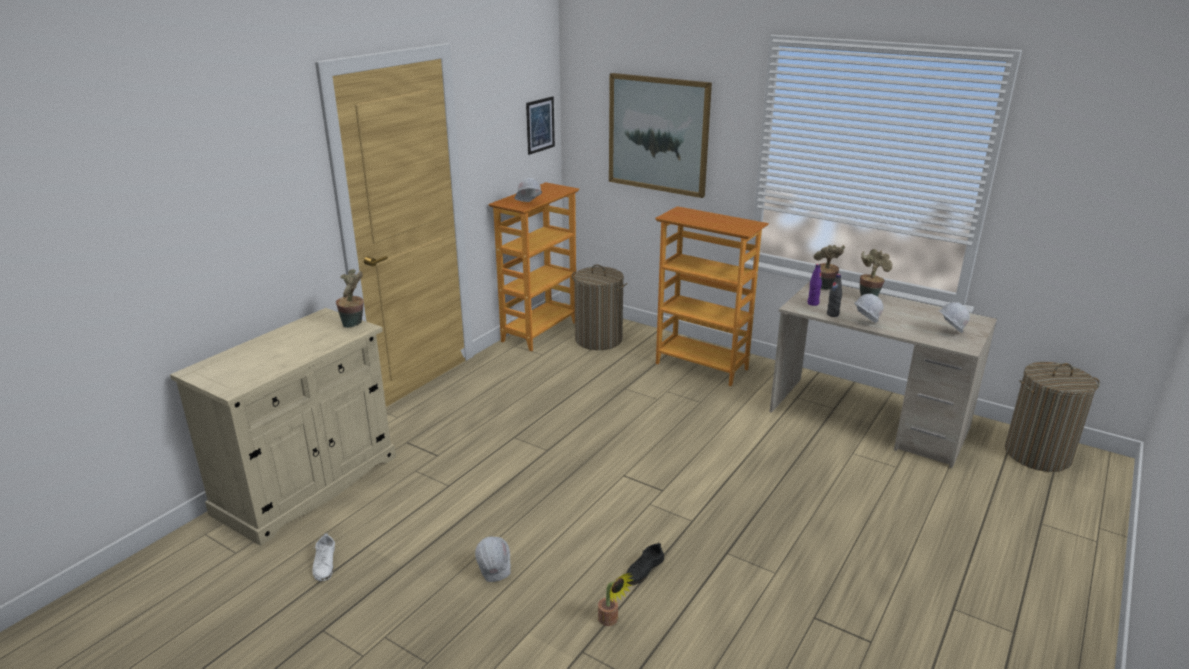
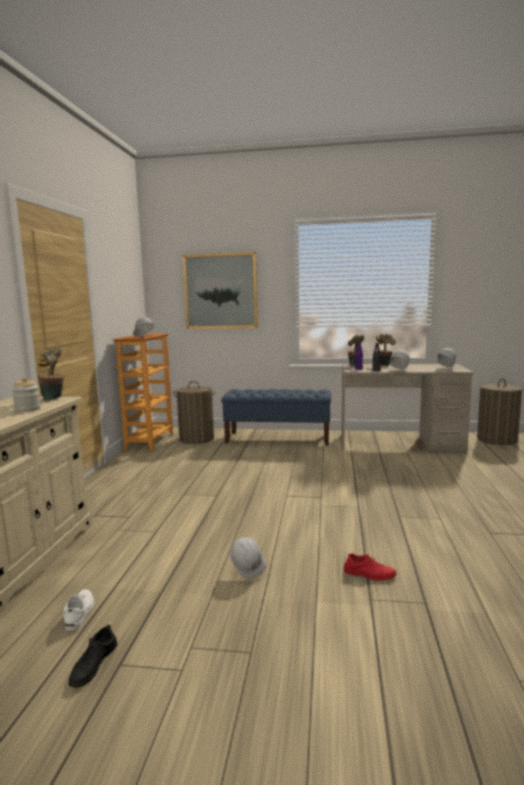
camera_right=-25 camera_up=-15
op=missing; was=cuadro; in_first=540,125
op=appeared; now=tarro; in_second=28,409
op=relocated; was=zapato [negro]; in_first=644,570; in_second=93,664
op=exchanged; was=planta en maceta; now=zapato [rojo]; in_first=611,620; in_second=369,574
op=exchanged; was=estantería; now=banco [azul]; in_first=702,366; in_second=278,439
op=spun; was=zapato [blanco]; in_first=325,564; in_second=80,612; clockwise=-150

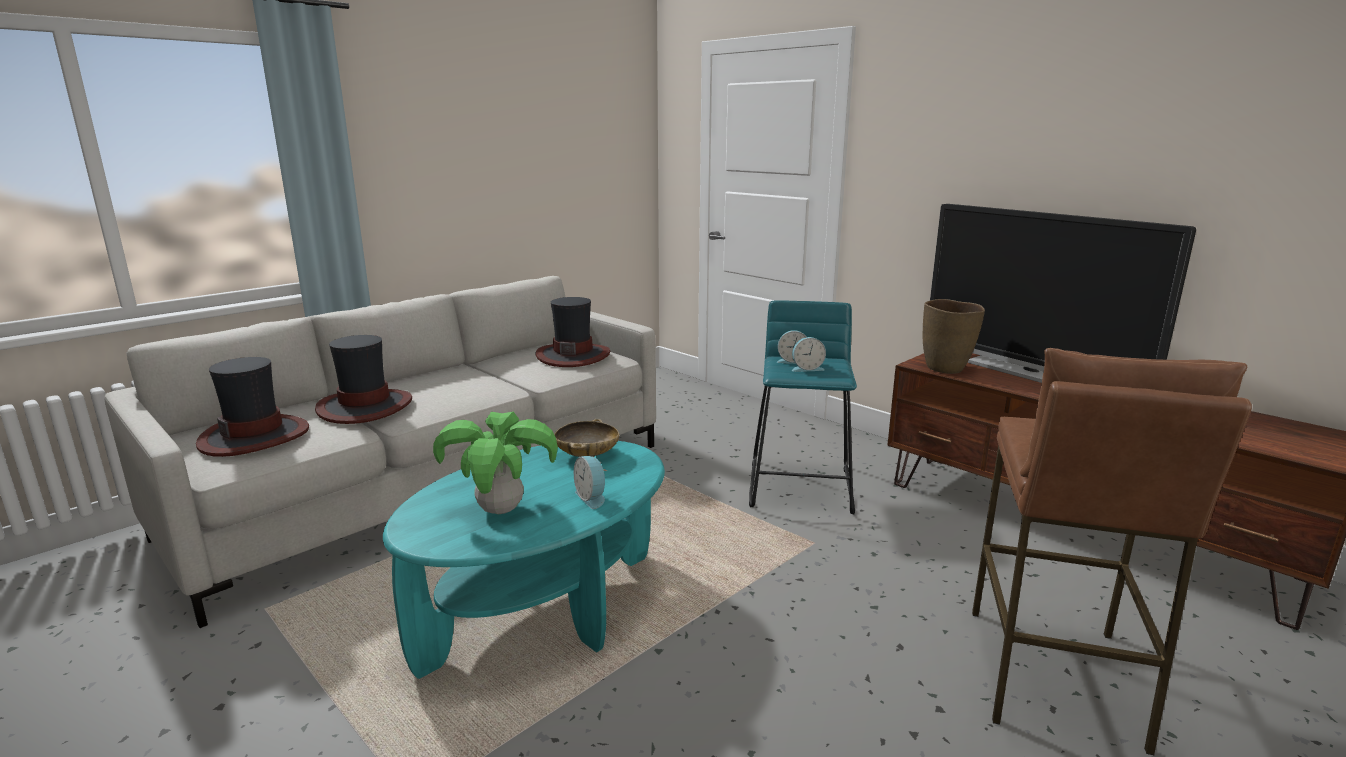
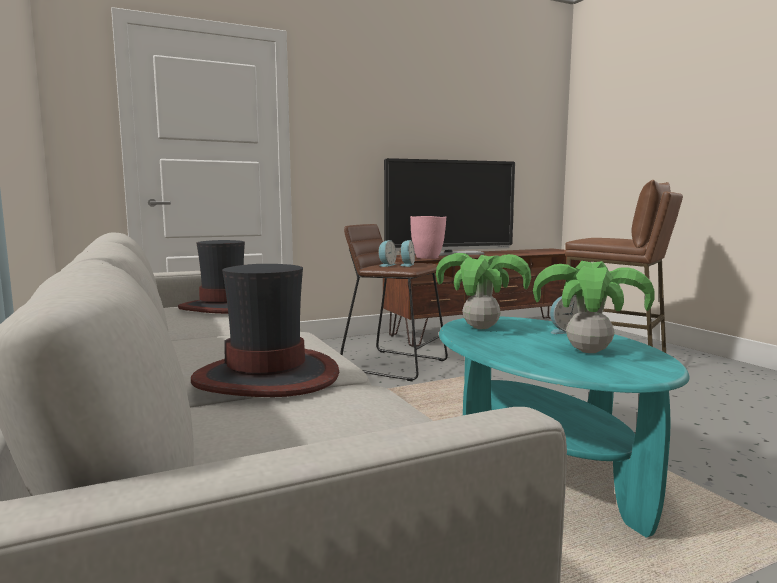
camera_right=-70 camera_up=-10
op=missing; was=sombrero; in_first=255,436
op=exchanged; was=cuenco [beis]; now=planta en maceta; in_first=587,455; in_second=481,327
op=colour; was=taburete [turquesa]; now=taburete [marrón]; in_first=801,487; in_second=395,364
op=colour; was=florero [marrón]; now=florero [rosa]; in_first=946,368; in_second=427,258

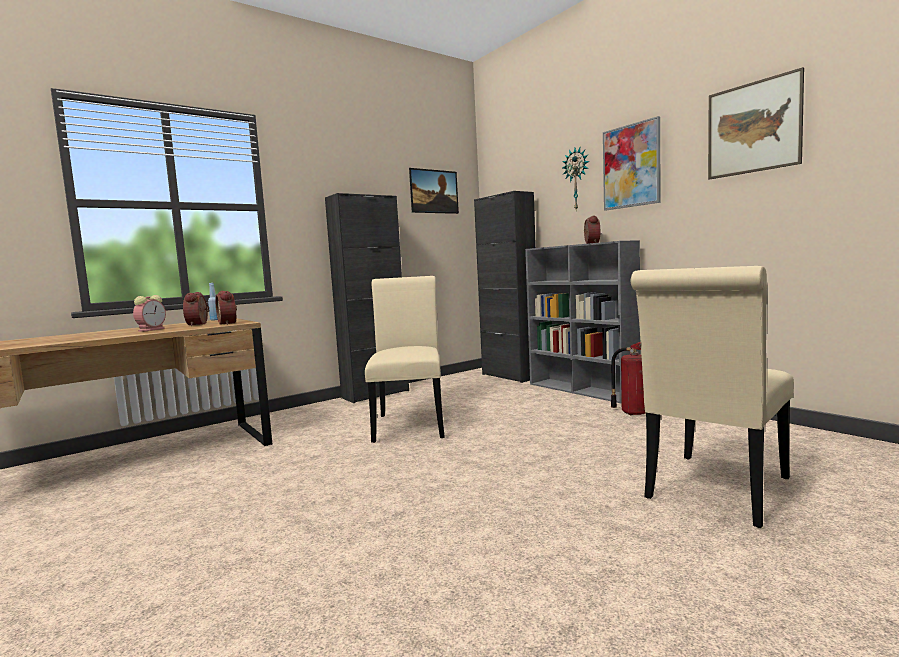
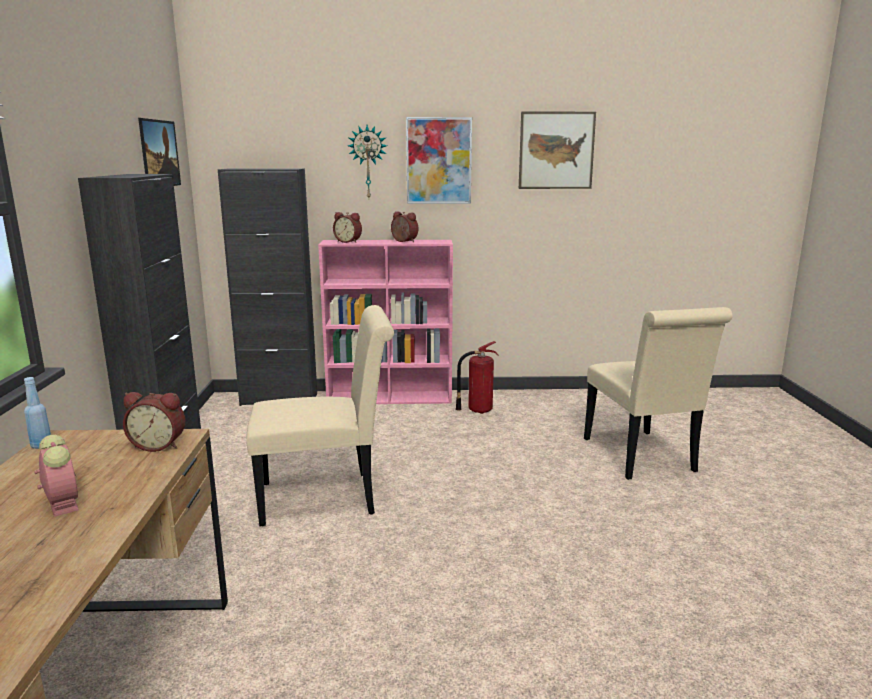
camera_right=-55 camera_up=10
op=relocated; was=despertador; in_first=199,324; in_second=348,241
op=colour; was=estantería [gris]; now=estantería [rosa]; in_first=582,390; in_second=391,398
op=spun; was=silla [beis]; in_first=410,424; in_second=327,497; clockwise=135

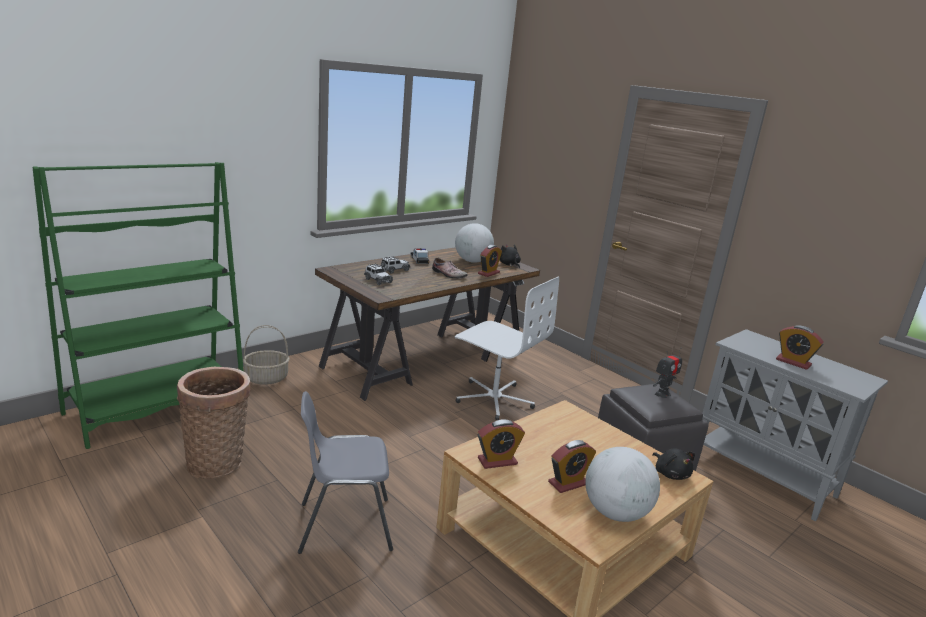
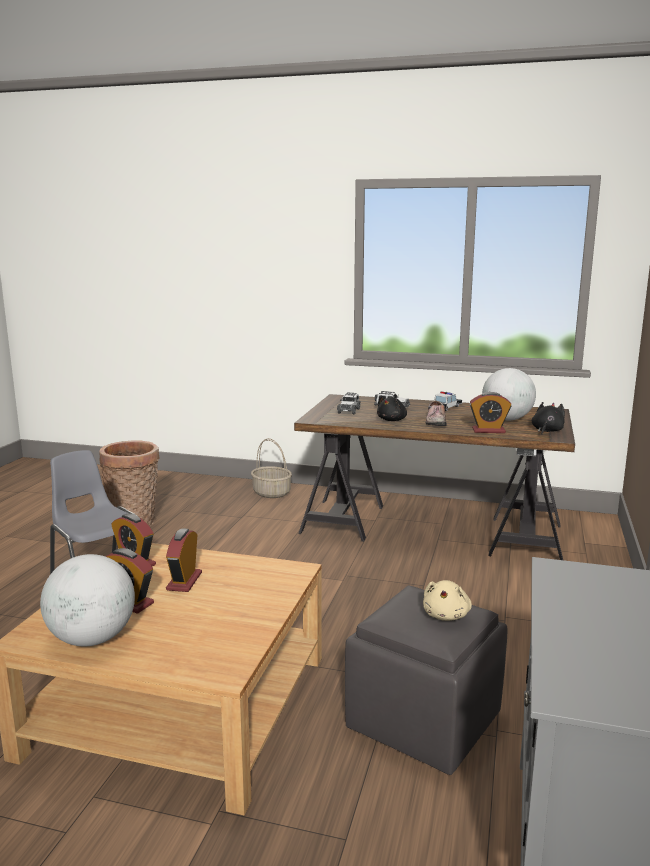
camera_right=60 camera_up=-5
op=missing; was=estantería [verde]; in_first=157,409
op=missing; was=silla de oficina [blanco]; in_first=494,399
op=relocated; was=peluche [negro]; in_first=671,473; in_second=392,420
op=relocated; was=despertador; in_first=793,362; in_second=184,581
op=exchanged; was=robot de juguete; now=peluche [beis]; in_first=662,394; in_second=446,615

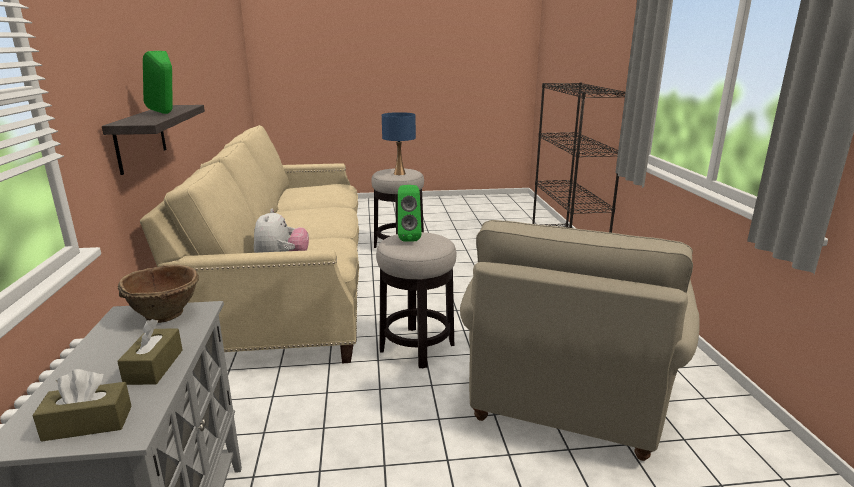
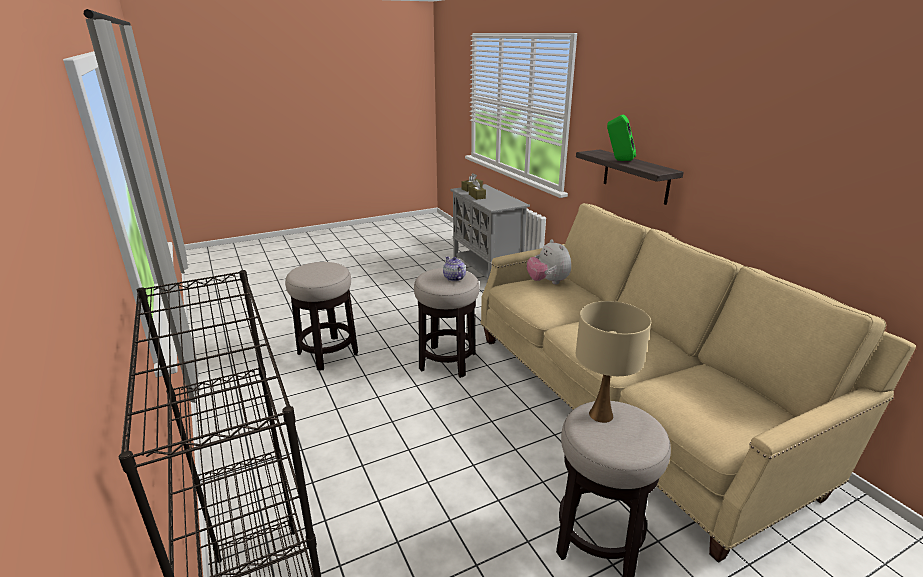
camera_right=160 camera_up=5
op=missing; was=cuenco [marrón]; in_first=165,314
op=exchanged; was=altavoz [verde]; now=tetera; in_first=409,238; in_second=454,278
op=exchanged; was=sillón [beis]; now=taburete; in_first=569,389; in_second=328,353
op=colour; was=lámpara de mesa [azul]; now=lámpara de mesa [beis]; in_first=399,173; in_second=601,414

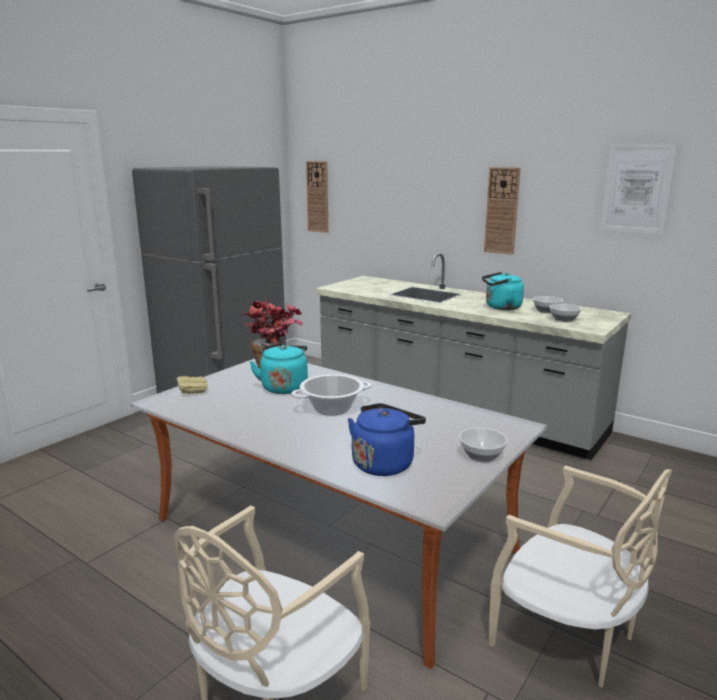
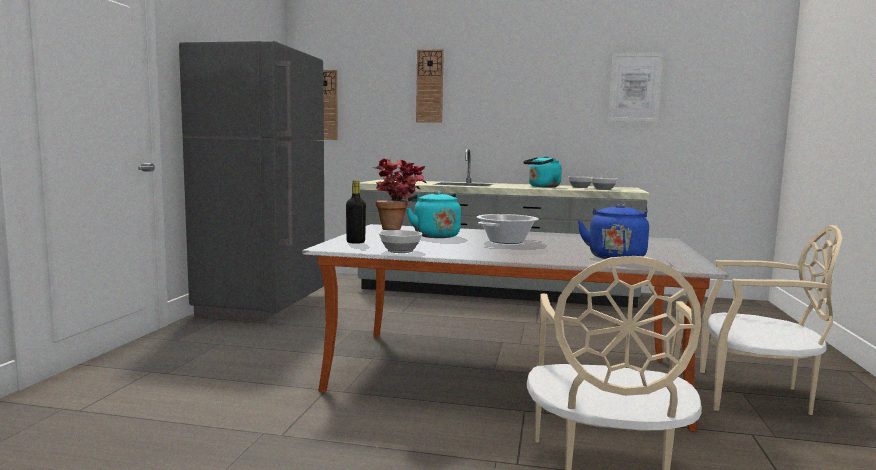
camera_right=-25 camera_up=-10
op=relocated; was=cuenco; in_first=482,456; in_second=401,251
op=relocated; was=reloj de pared; in_first=502,211; in_second=429,86
op=exchanged; was=pan; now=botella [negro]; in_first=192,394; in_second=355,242

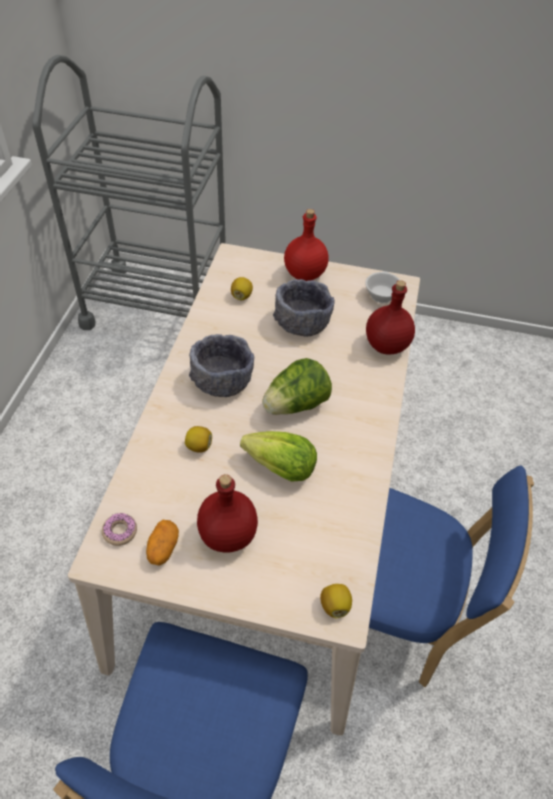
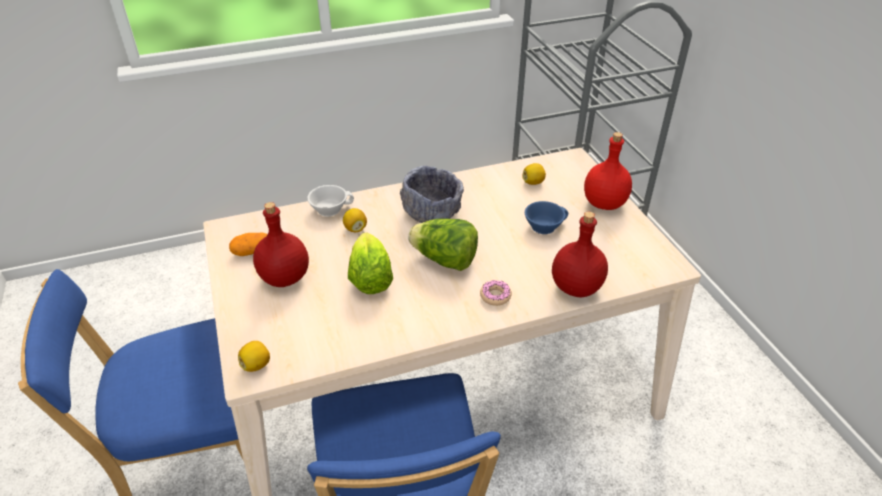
camera_right=60 camera_up=-10
op=relocated; was=rosquilla; in_first=120,531; in_second=495,296
op=relocated; was=taza [blanco]; in_first=380,295; in_second=330,208
op=exchanged; was=cuenco [gris]; now=taza [azul]; in_first=302,322; in_second=543,225

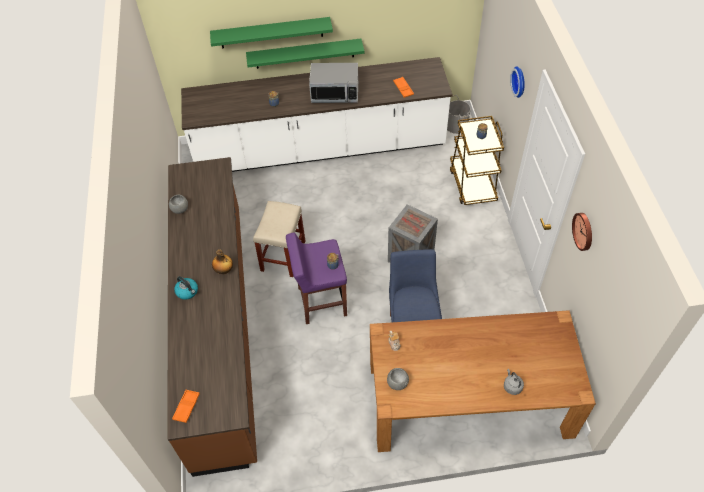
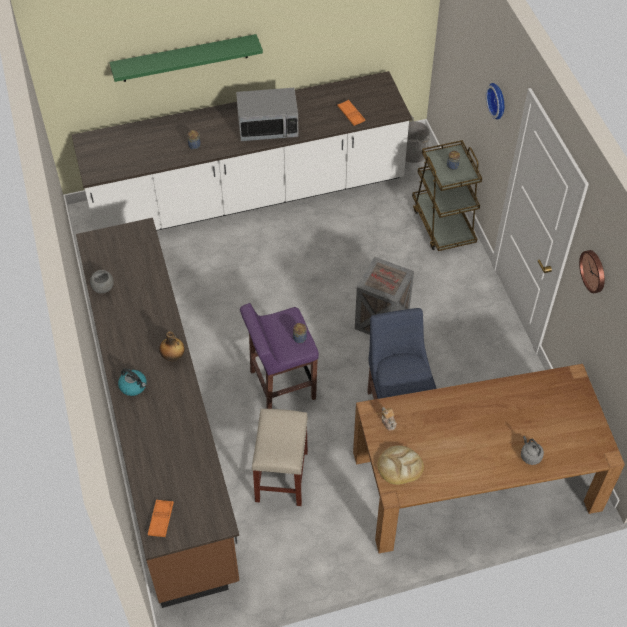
camera_right=-10 camera_up=0
op=missing; was=estante [verde]; in_first=304,53
op=relocated; was=taburete [beis]; in_first=283,255; in_second=281,475
op=exchanged; was=cuenco [gris]; now=pan; in_first=397,383; in_second=399,466

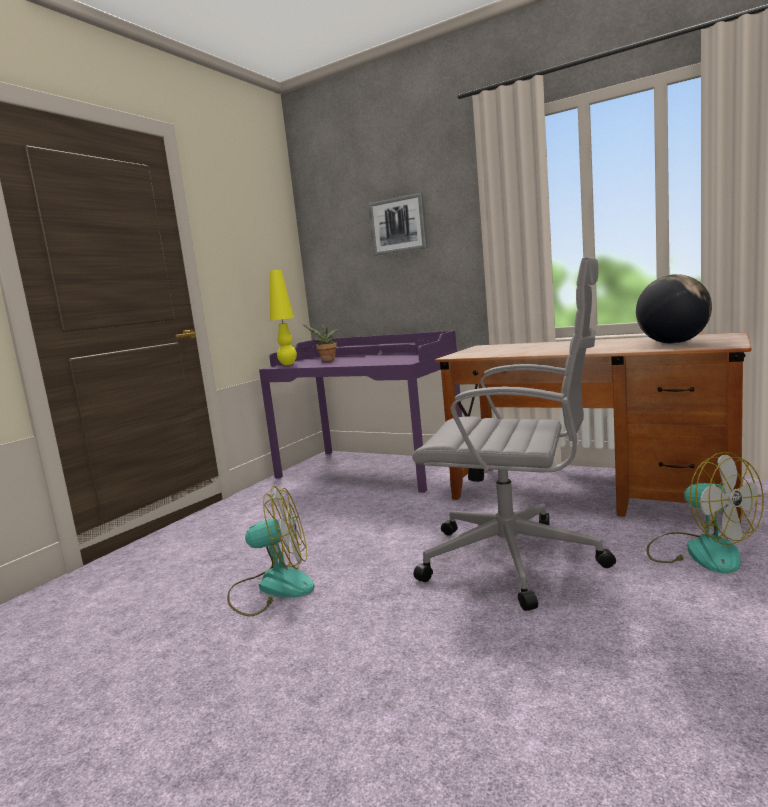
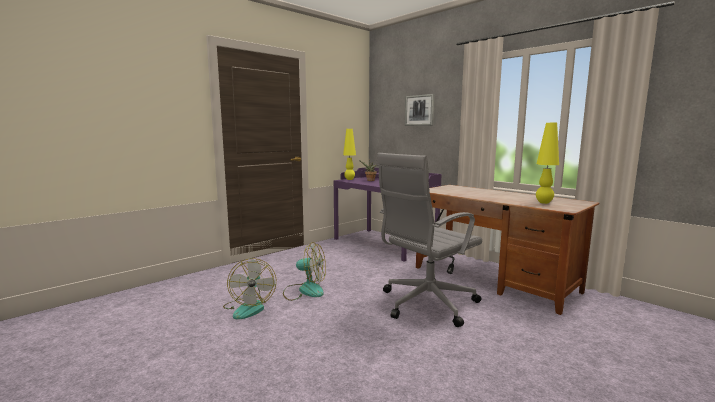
camera_right=15 camera_up=0
op=relocated; was=ventilador; in_first=700,551; in_second=249,307
op=exchanged; was=globo terráqueo; now=lámpara de mesa [amarillo]; in_first=673,343; in_second=544,202
op=spun; was=silla de oficina [gris]; in_first=517,560; in_second=425,304; clockwise=105

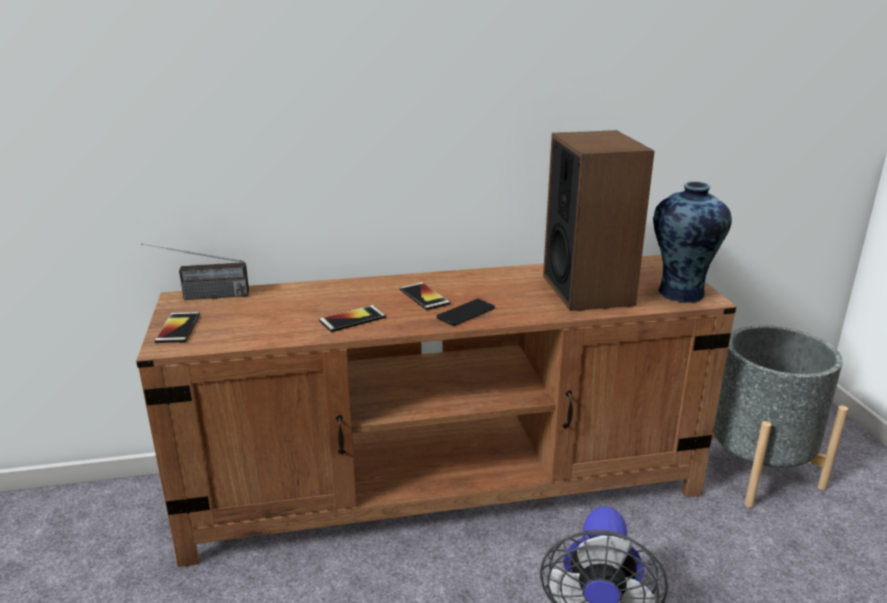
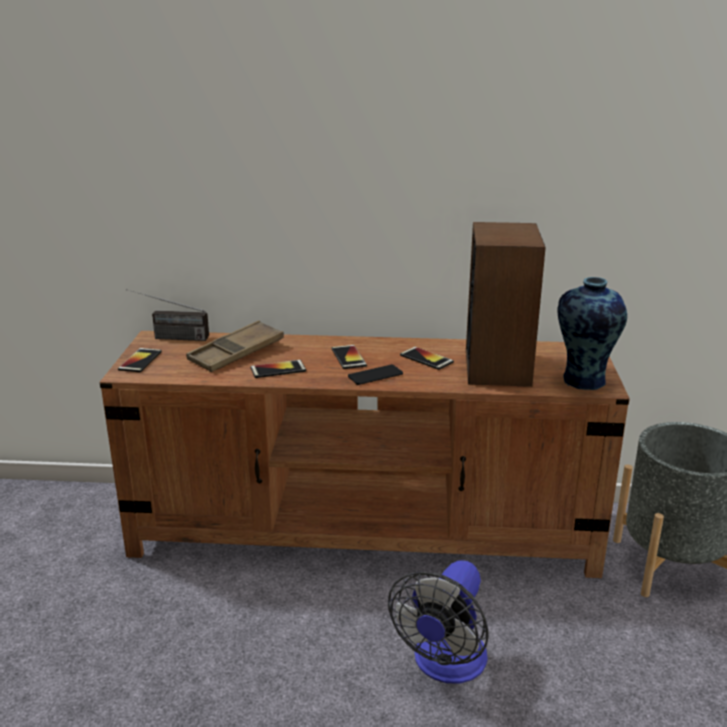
camera_right=15 camera_up=0
op=appeared; now=bandeja [marrón]; in_second=236,353
op=appeared; now=móvil; in_second=426,359

